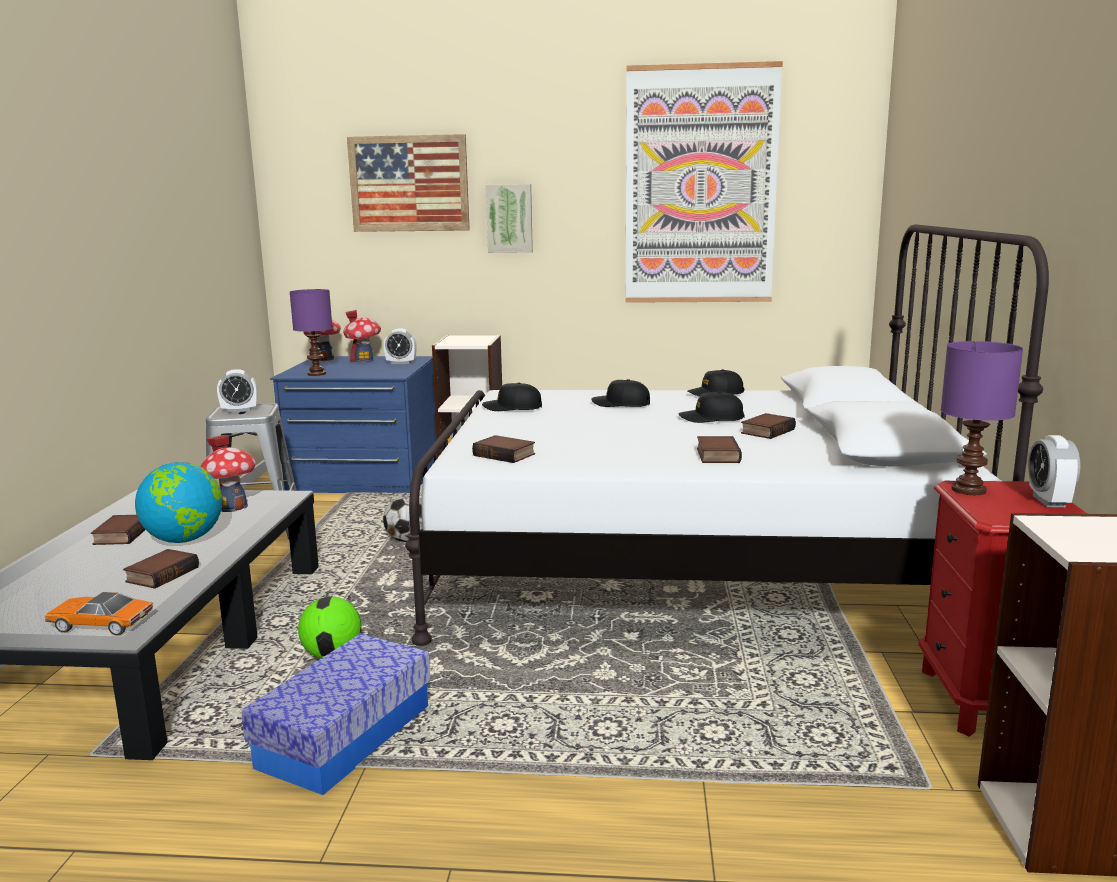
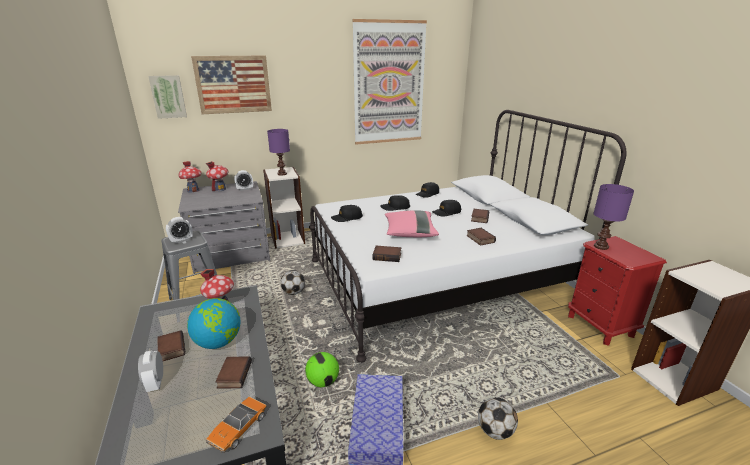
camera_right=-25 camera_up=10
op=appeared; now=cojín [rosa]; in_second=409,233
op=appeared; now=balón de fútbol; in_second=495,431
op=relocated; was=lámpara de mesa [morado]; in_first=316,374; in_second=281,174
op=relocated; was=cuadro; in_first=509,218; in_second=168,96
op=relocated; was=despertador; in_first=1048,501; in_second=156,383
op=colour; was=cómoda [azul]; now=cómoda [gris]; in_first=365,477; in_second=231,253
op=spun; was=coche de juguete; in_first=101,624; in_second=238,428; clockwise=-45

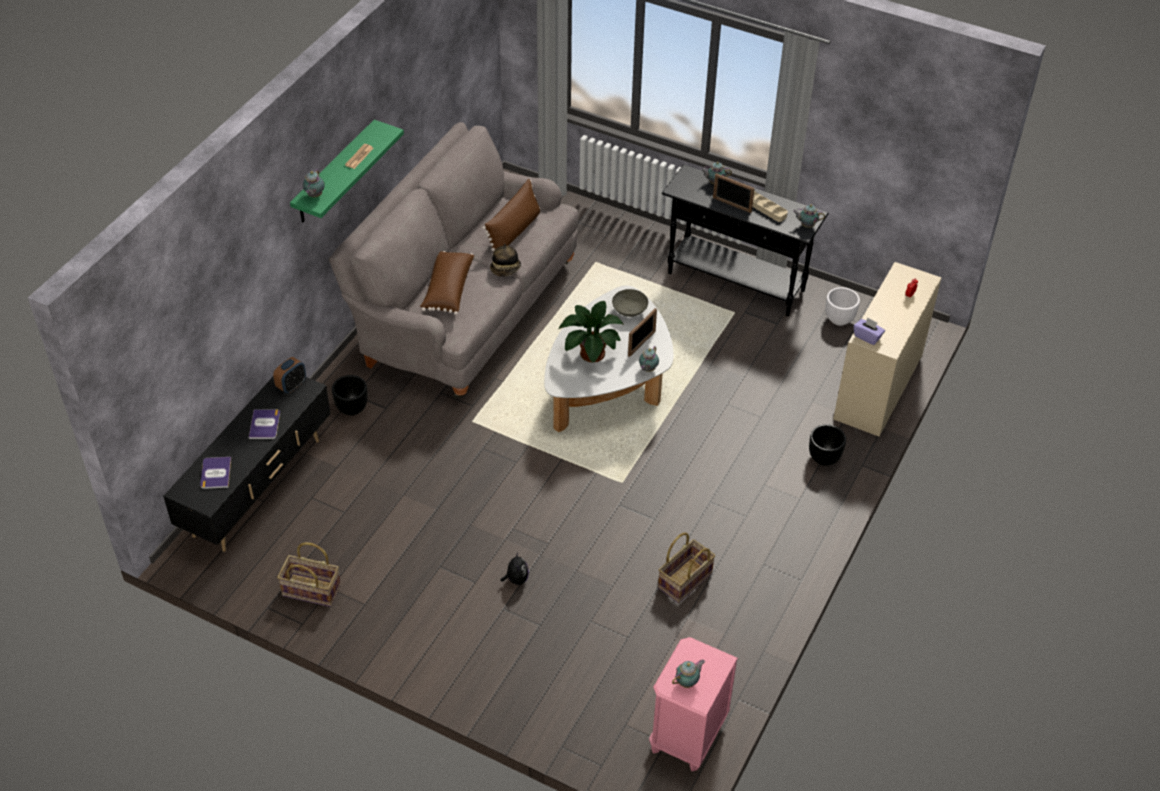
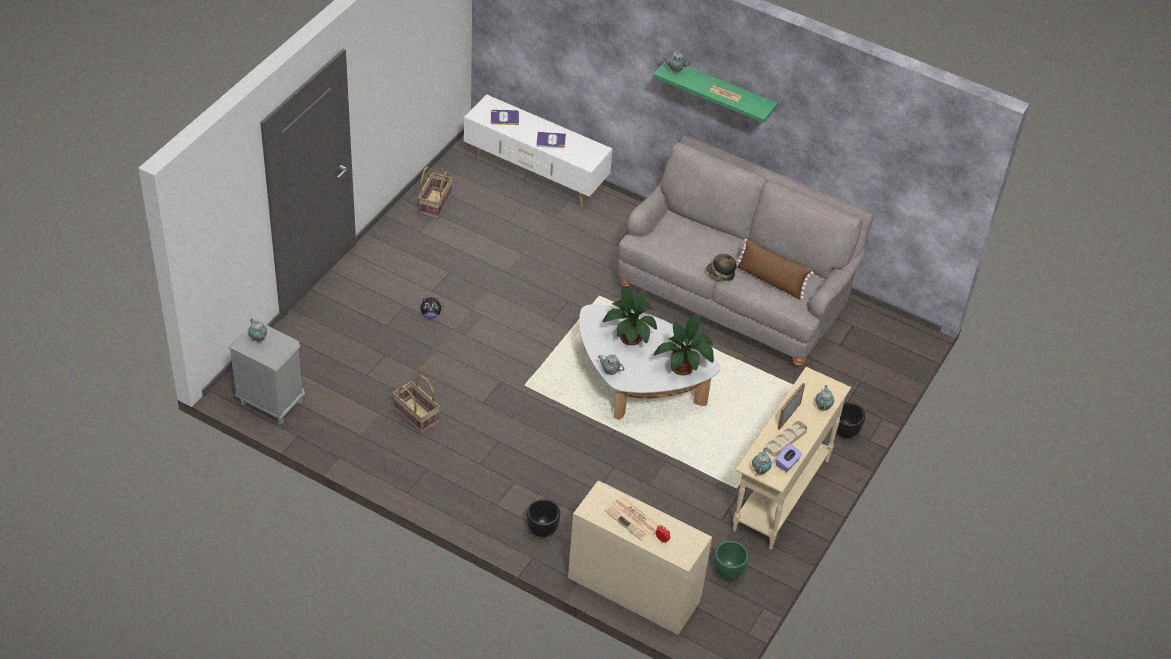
camera_right=90 camera_up=0
op=missing; was=despertador; in_first=291,386
op=missing; was=cojín [marrón]; in_first=447,289
op=missing; was=portarretratos; in_first=642,343
op=appeared; now=periódico; in_second=633,519
op=relocated; was=maceta [negro]; in_first=351,409; in_second=844,432
op=relocated; was=caja de pañuelos [morado]; in_first=867,337; in_second=787,463
op=exchanged; was=cuenco [gris]; now=planta en maceta; in_first=630,311; in_second=684,366
op=colour; was=mueble de televisión [negro]; now=mueble de televisión [blanco]; in_first=259,488; in_second=536,176
op=colour; was=mesita de noche [rosa]; now=mesita de noche [gris]; in_first=687,736; in_second=271,402
op=colour; was=mesa consola [negro]; now=mesa consola [beis]; in_first=736,282; in_second=780,495
op=colour; was=maceta [blanco]; now=maceta [verde]; in_first=839,320; in_second=727,572

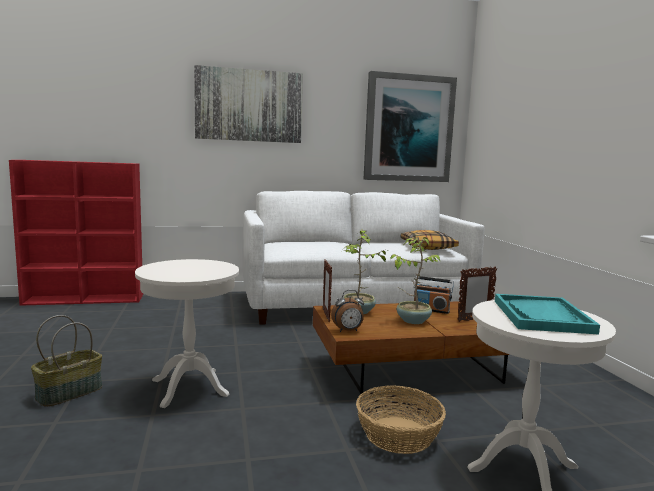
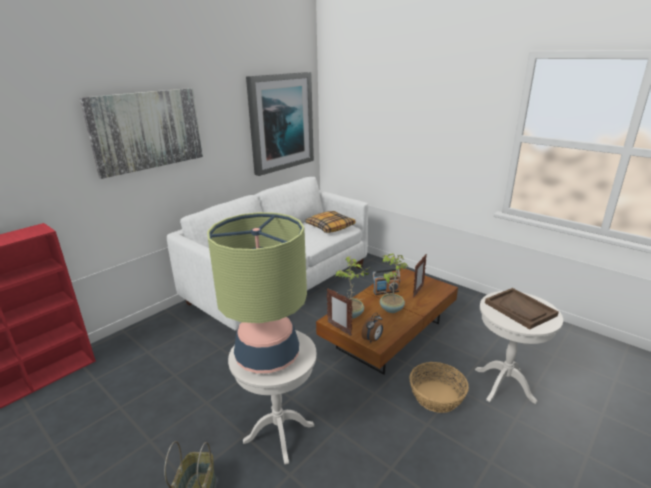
camera_right=-35 camera_up=15
op=appeared; now=lámpara de mesa; in_second=267,356
op=colour; was=bandeja [turquesa]; now=bandeja [marrón]; in_first=542,316; in_second=520,309

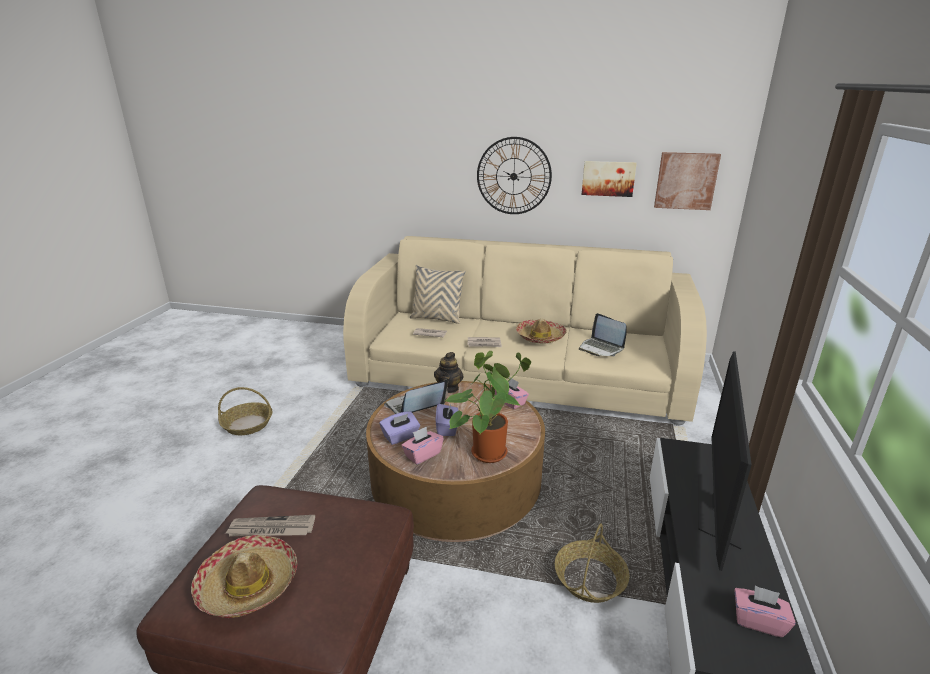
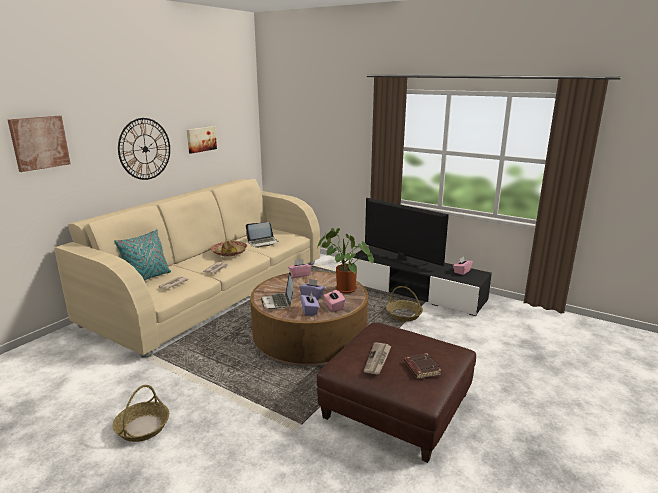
camera_right=-70 camera_up=-5
op=missing; was=tetera; in_first=449,388
op=relocated; was=cuadro; in_first=686,181; in_second=39,143
op=exchanged; was=sombrero; now=libro [marrón]; in_first=248,584; in_second=421,368
op=colour; was=cojín [beis]; now=cojín [turquesa]; in_first=437,318; in_second=147,278

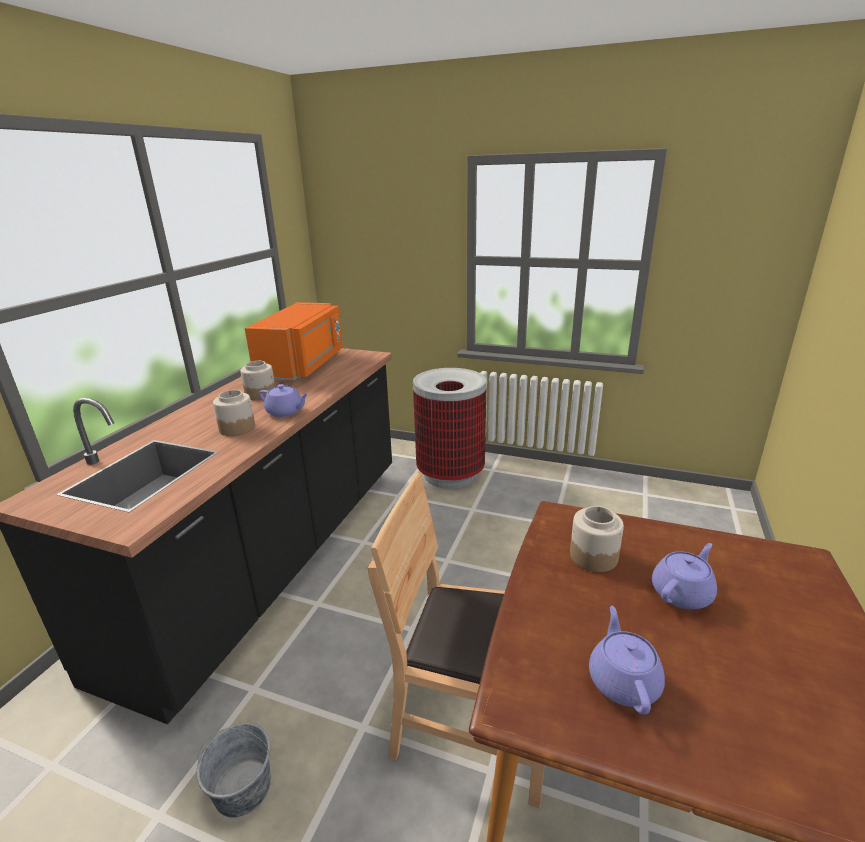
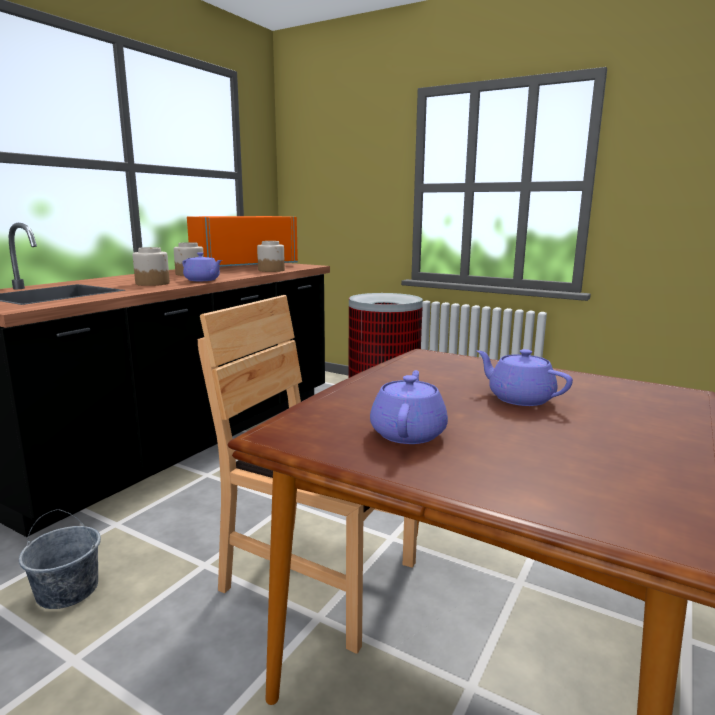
camera_right=10 camera_up=-10
op=relocated; was=tarro; in_first=593,556; in_second=271,270
op=spun; was=microondas [naranja]; in_first=304,365; in_second=243,266; clockwise=-150
op=spun; was=tetera [morado]; in_first=682,593; in_second=519,398; clockwise=-105

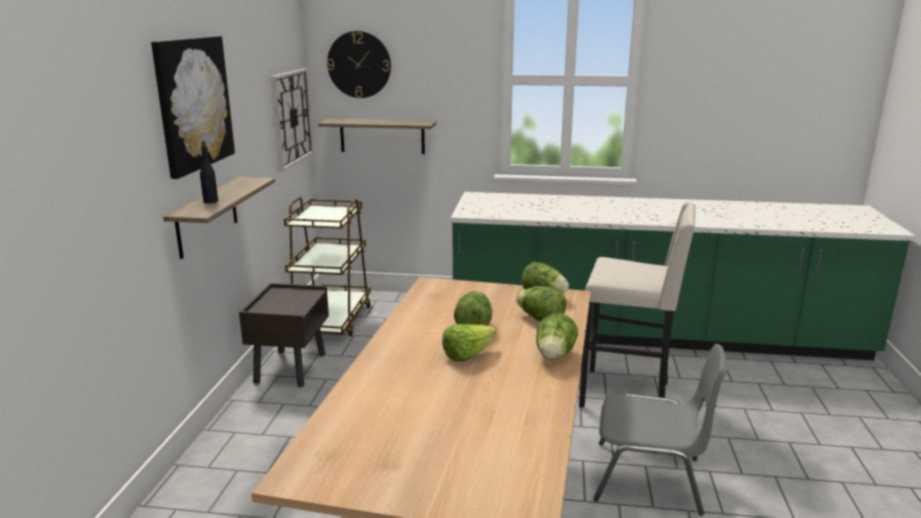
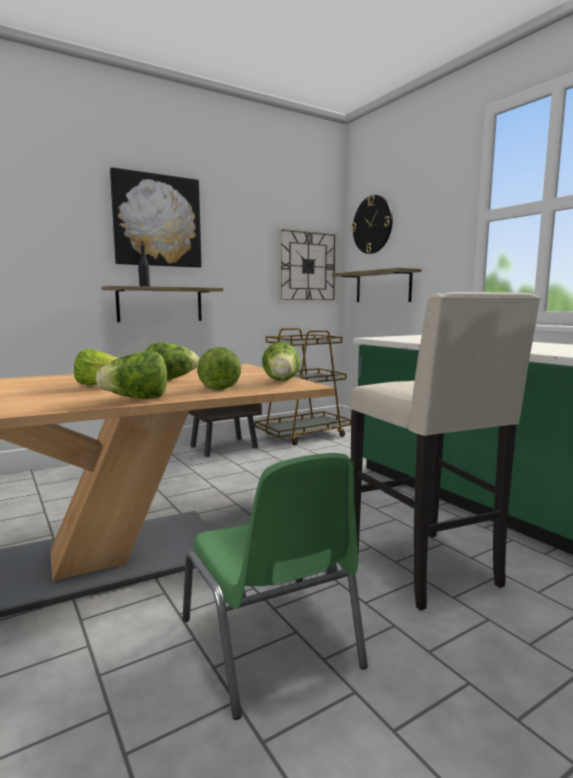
camera_right=50 camera_up=-10
op=colour; was=silla [gris]; now=silla [verde]; in_first=649,479; in_second=271,644

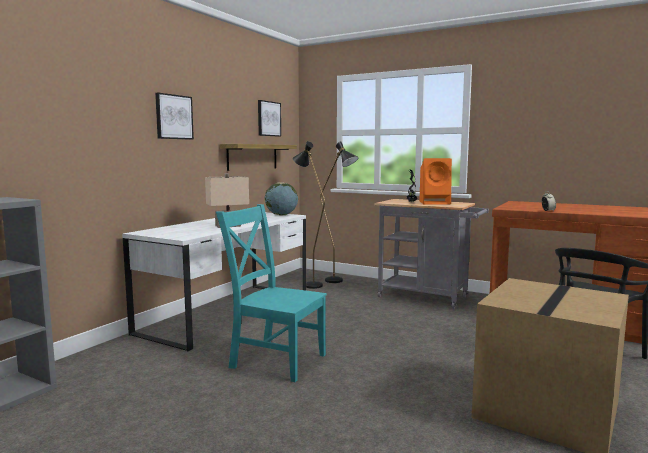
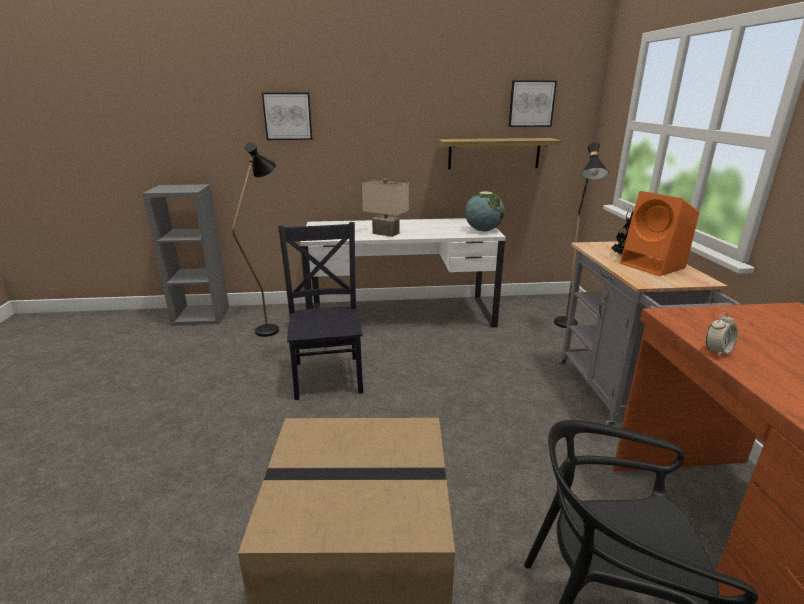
camera_right=55 camera_up=15
op=relocated; was=cuadro; in_first=173,117; in_second=288,116
op=relocated; was=lámpara de pie [negro]; in_first=309,284; in_second=272,327
op=colour; was=silla [turquesa]; now=silla [negro]; in_first=275,360; in_second=328,374

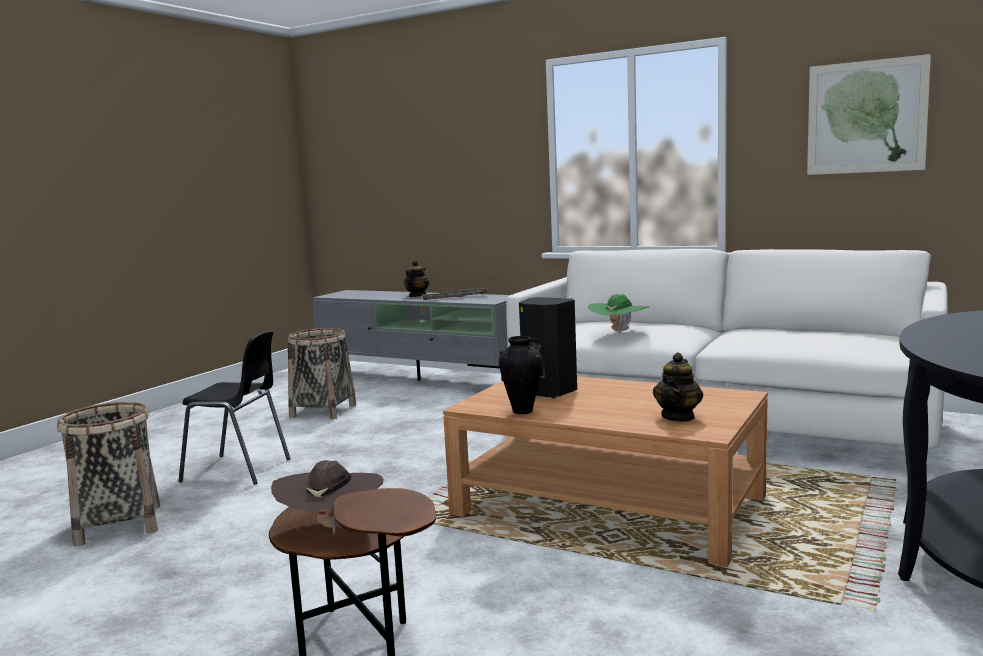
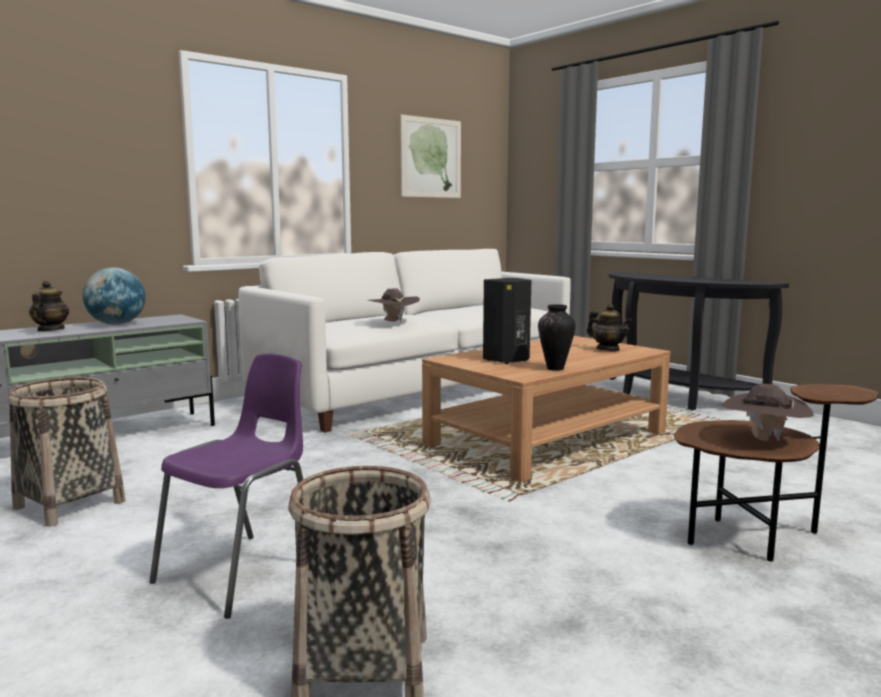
camera_right=-70 camera_up=0
op=exchanged; was=bandeja; now=globo terráqueo; in_first=454,297; in_second=116,324
op=colour; was=silla [negro]; now=silla [morado]; in_first=239,470; in_second=243,571
op=colour; was=sombrero [verde]; now=sombrero [marrón]; in_first=619,331; in_second=393,322
op=spun; was=tetera; in_first=417,296; in_second=50,330; clockwise=45

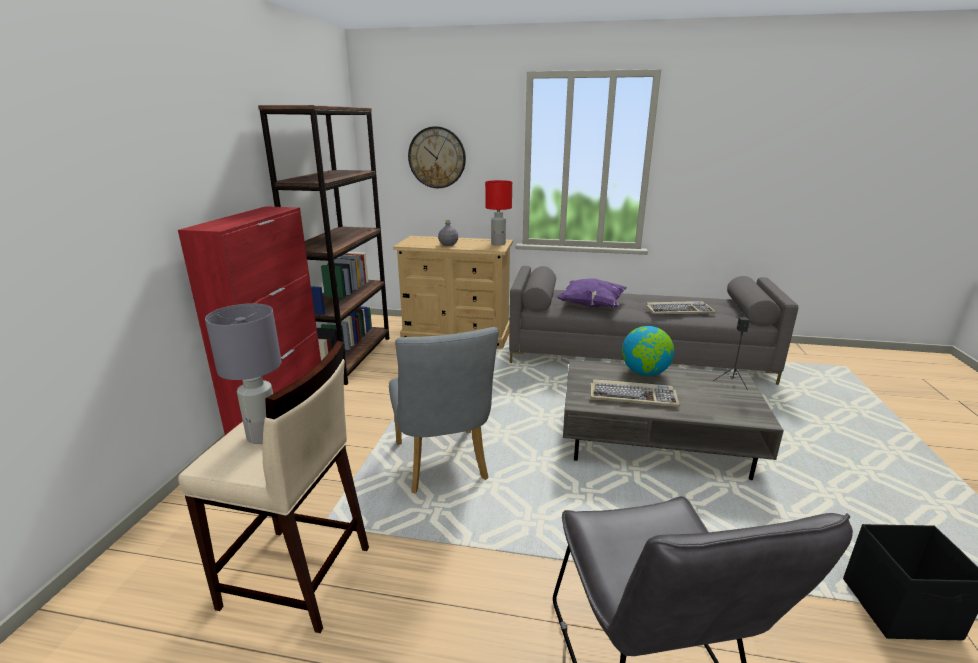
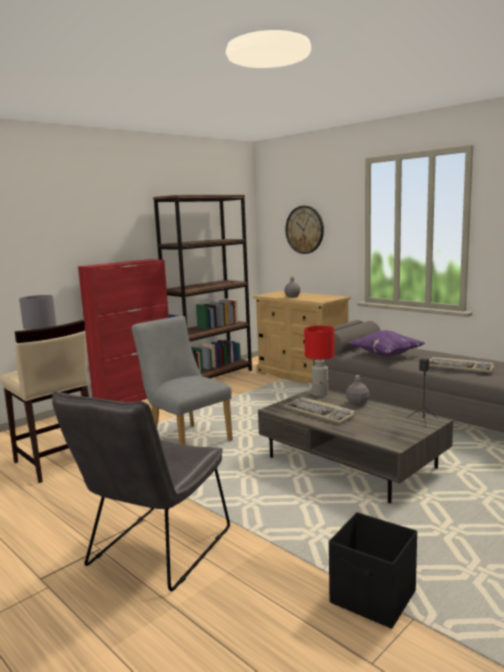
camera_right=35 camera_up=-10
op=relocated; was=lámpara de mesa [rojo]; in_first=498,243; in_second=320,394
op=exchanged; was=globo terráqueo; now=botella [gris]; in_first=644,373; in_second=357,403
op=spun; was=silla [gris]; in_first=443,465; in_second=186,439; clockwise=120

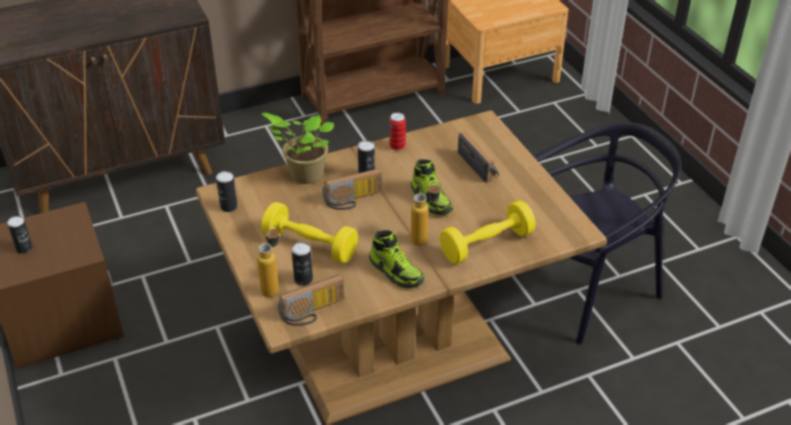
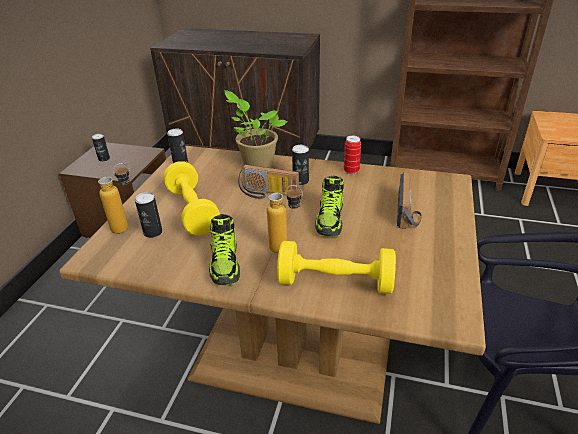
camera_right=40 camera_up=-5
op=missing; was=radio; in_first=313,312

